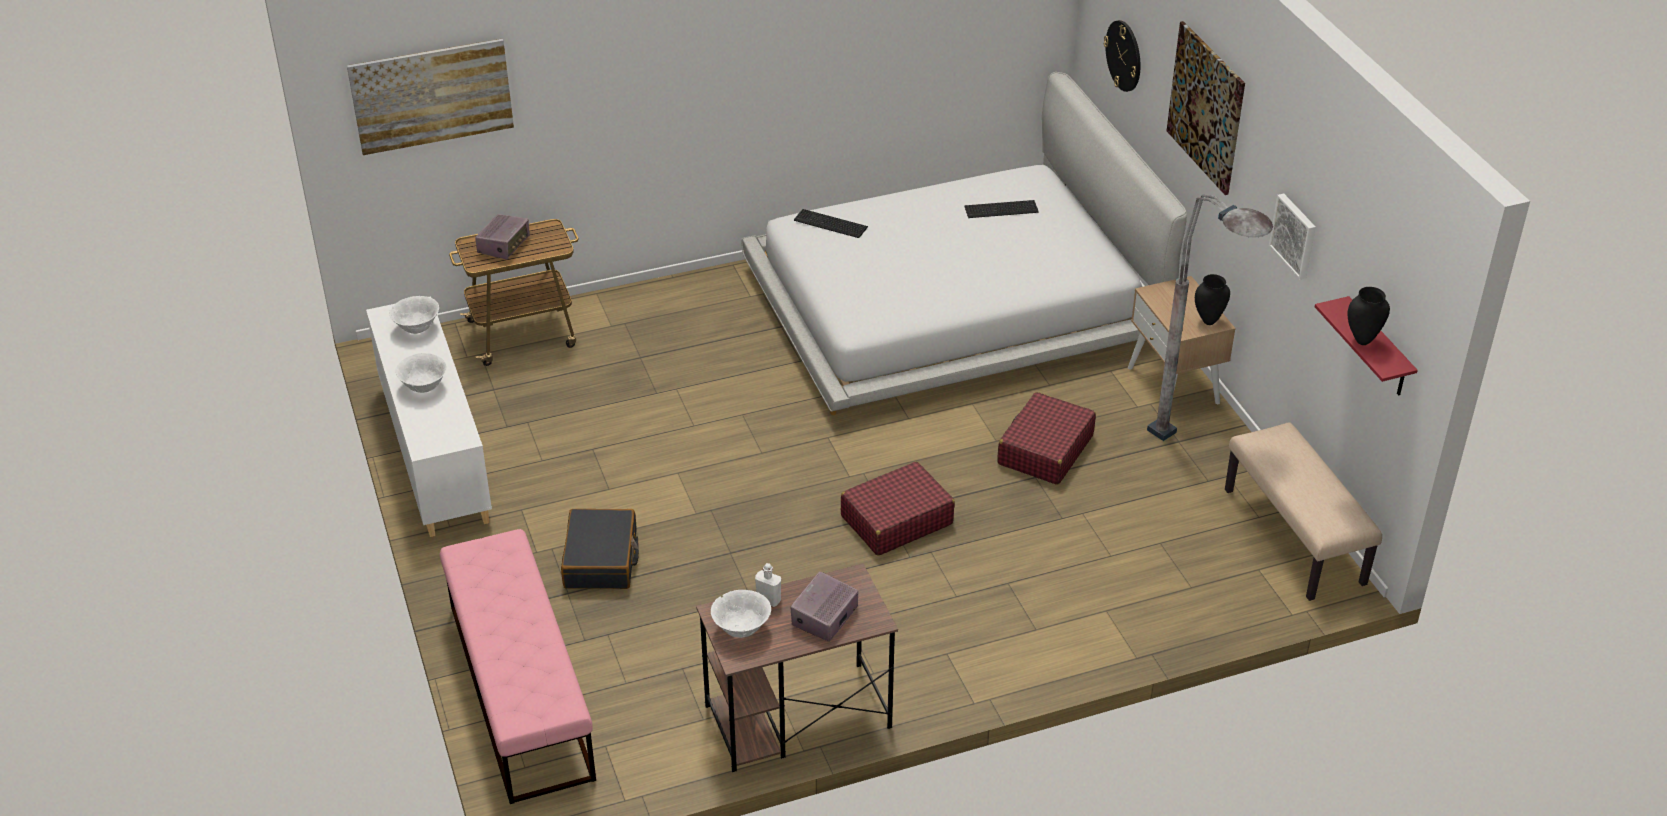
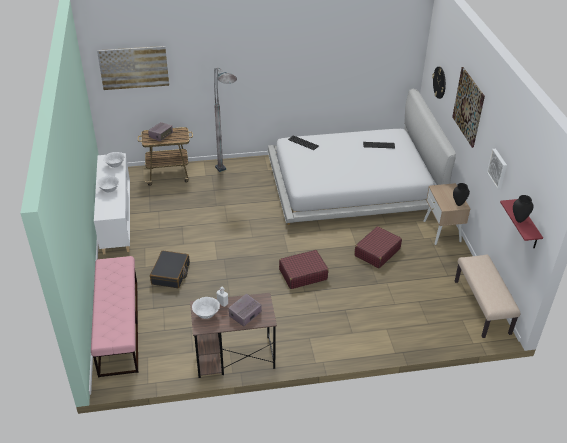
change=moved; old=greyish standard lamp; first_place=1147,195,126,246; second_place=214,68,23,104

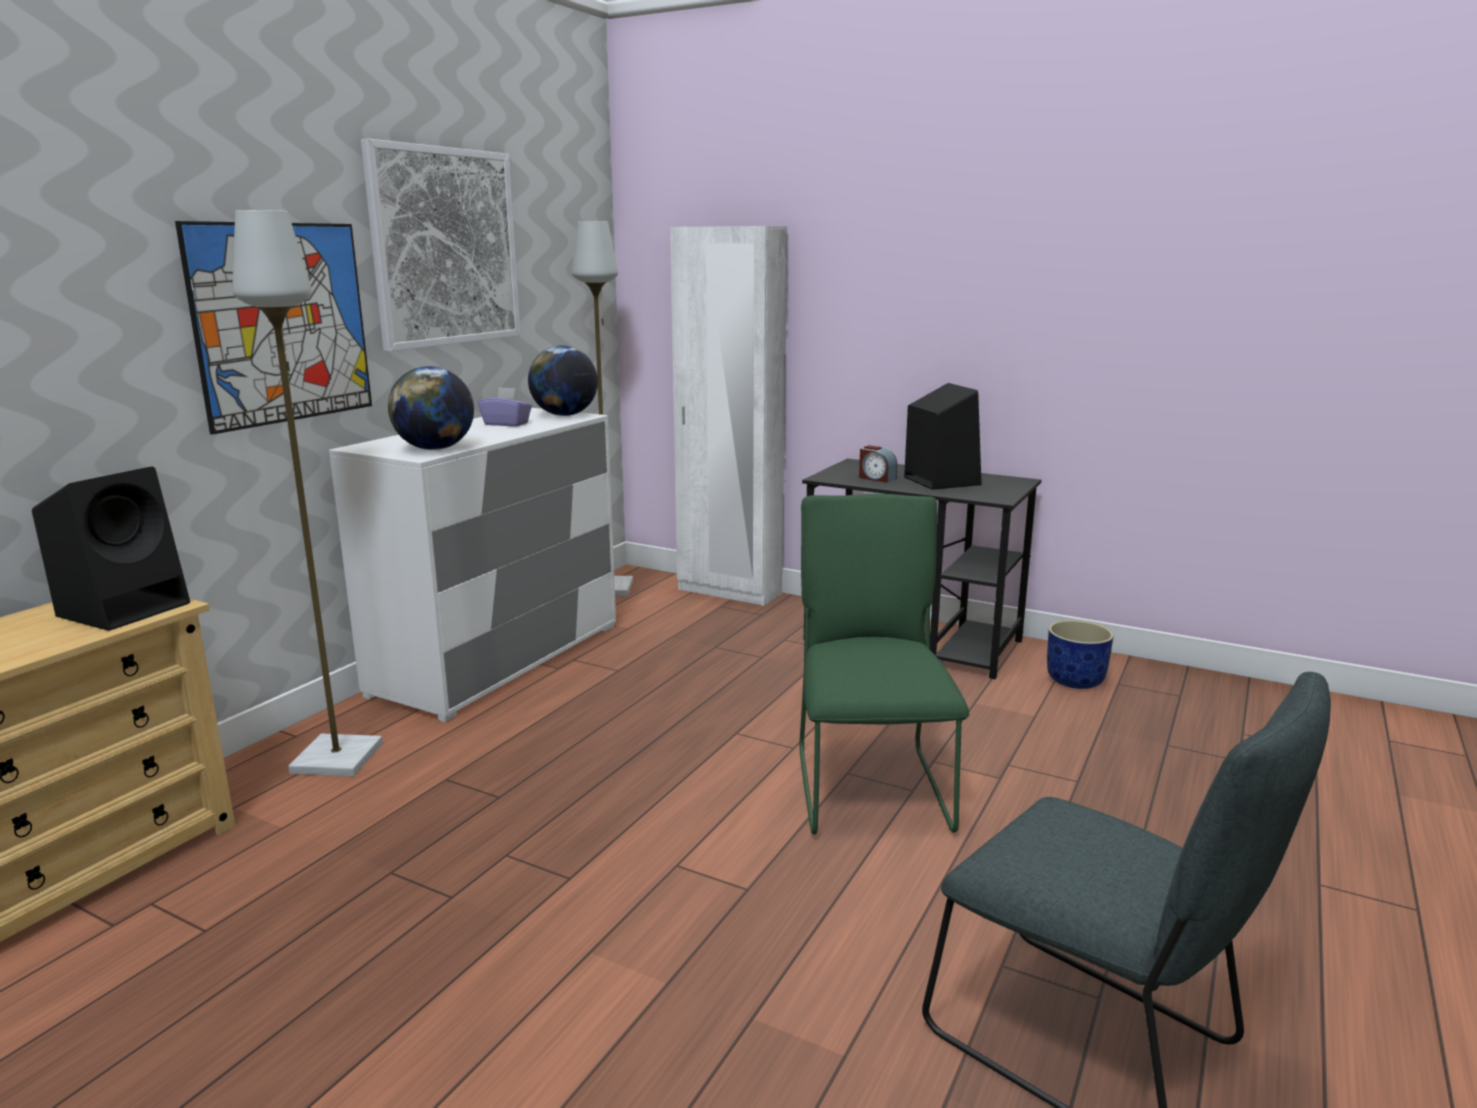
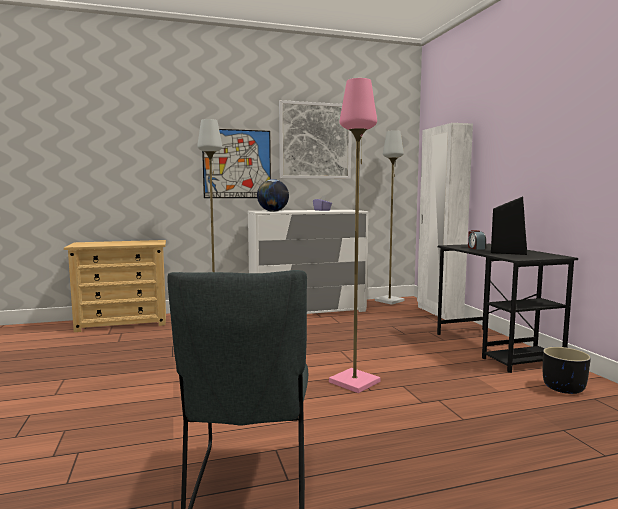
change=removed; old=black speaker; first_place=32,466,158,165
change=removed; old=world globe; first_place=528,346,70,70
change=replaced; old=green chair; new=pink-coloured standard lamp; first_place=800,494,169,341; second_place=329,78,51,315
change=recoloured; old=blue flower pot; new=black flower pot; first_place=1047,620,67,69; second_place=543,347,48,47

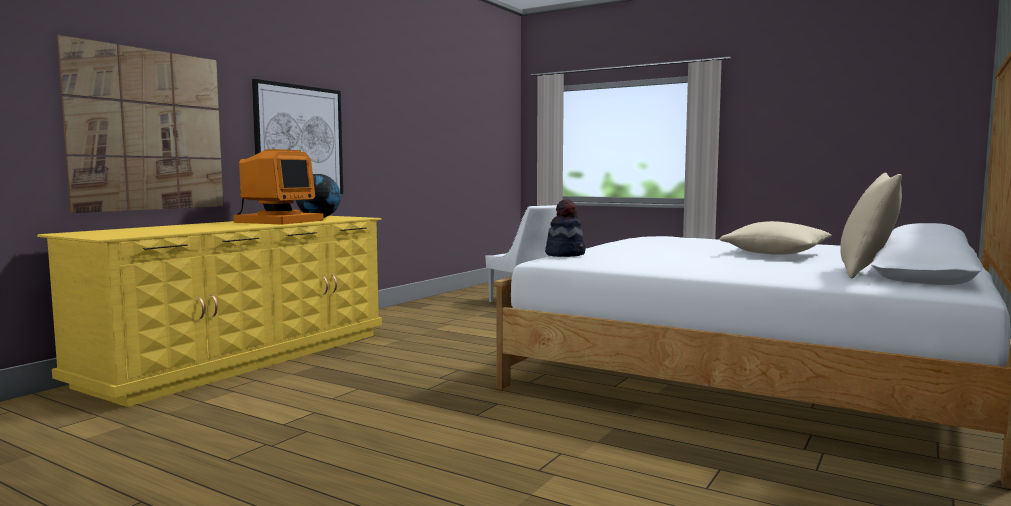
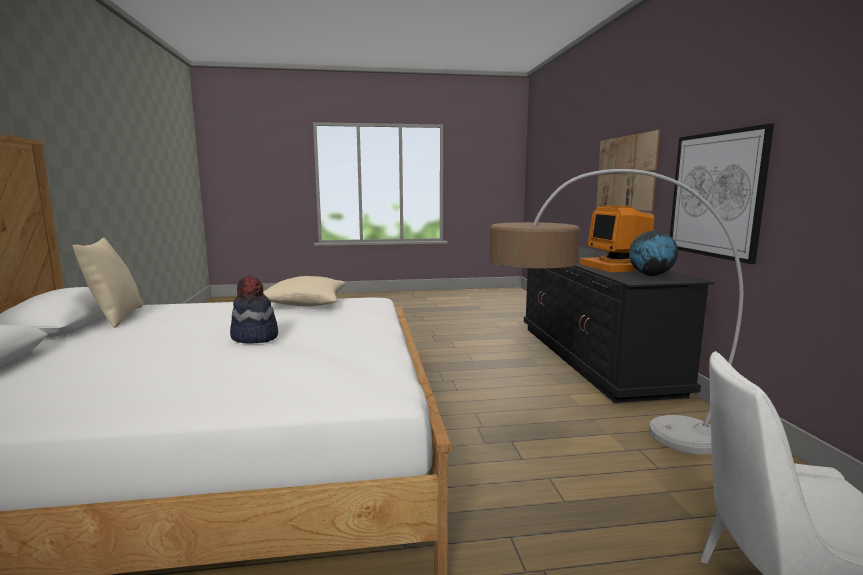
change=recoloured; old=yellow-coloured drawer chest; new=black drawer chest; first_place=37,216,345,191; second_place=524,247,191,156
change=moved; old=hat; first_place=545,199,40,58; second_place=230,276,48,67
change=moved; old=beige pillow; first_place=720,221,112,34; second_place=263,276,83,30
change=added; new=standard lamp; second_place=489,169,254,286

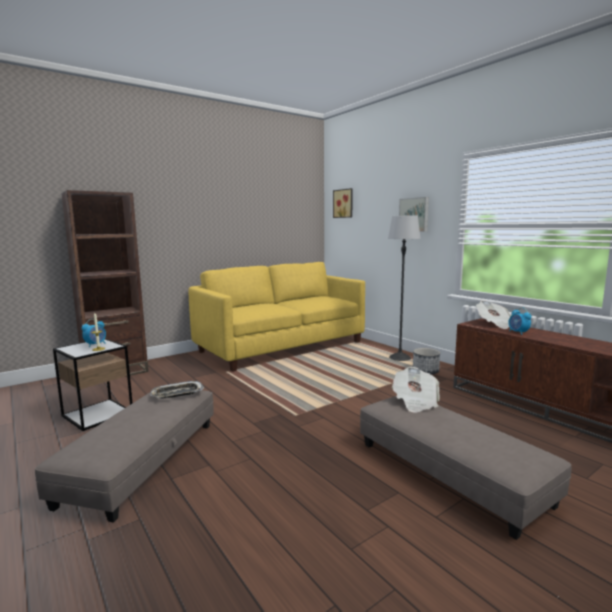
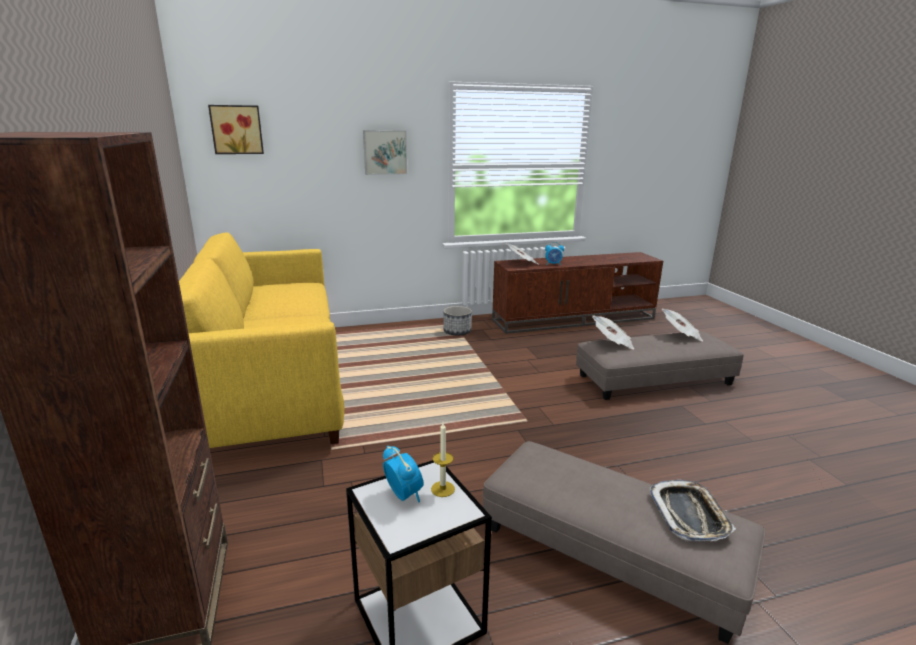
change=moved; old=carrying tray; first_place=150,381,54,18; second_place=649,480,87,61
change=removed; old=standard lamp; first_place=388,216,33,145
change=added; new=printed paper; second_place=662,308,41,33

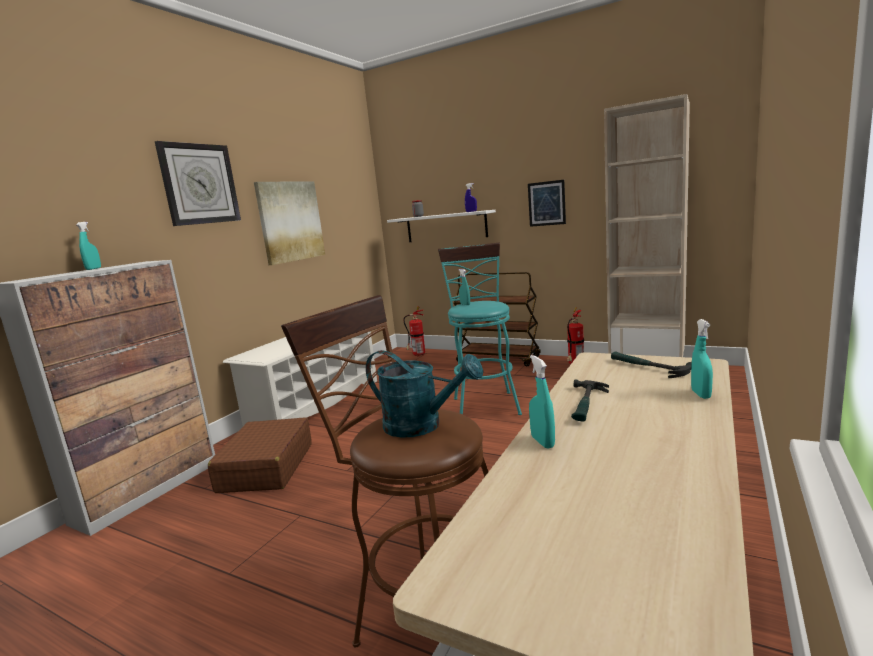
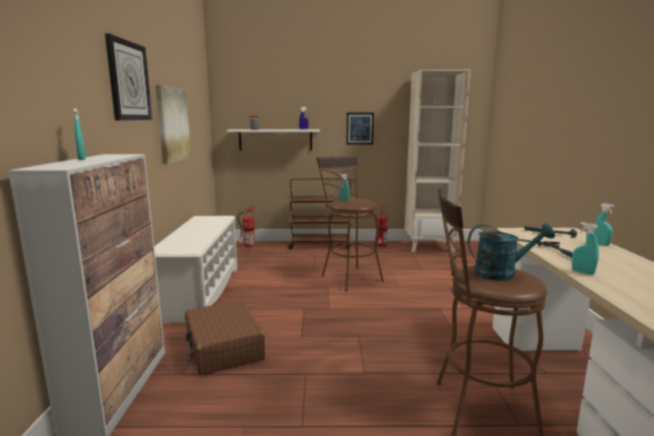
change=recoloured; old=turquoise-coloured stool seat; new=brownish stool seat; first_place=438,242,84,173; second_place=317,155,67,136

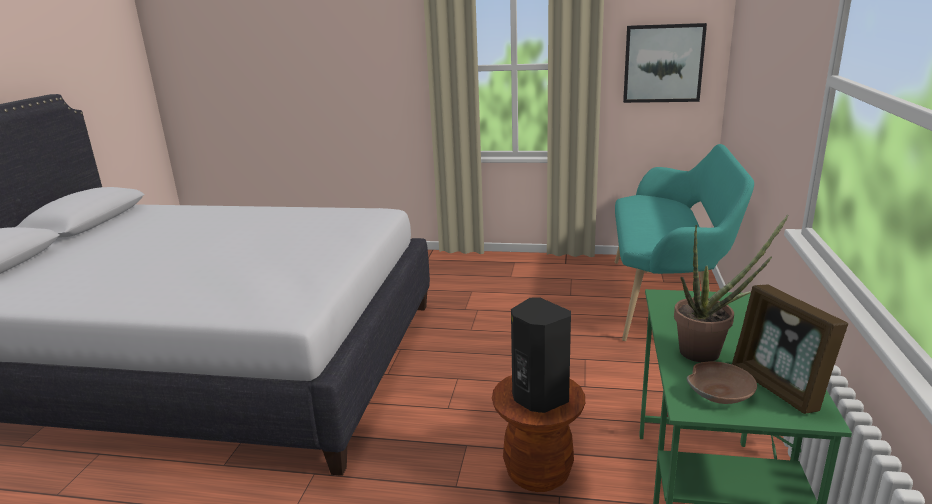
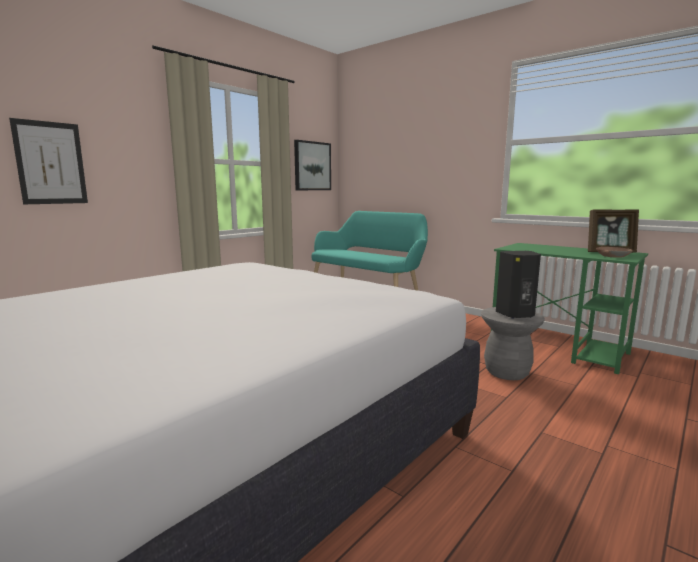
change=recoloured; old=brownish stool seat; new=greyish stool seat; first_place=492,375,93,117; second_place=481,307,64,73
change=removed; old=houseplant; first_place=674,214,114,148
change=added; new=wall art; second_place=9,118,79,86

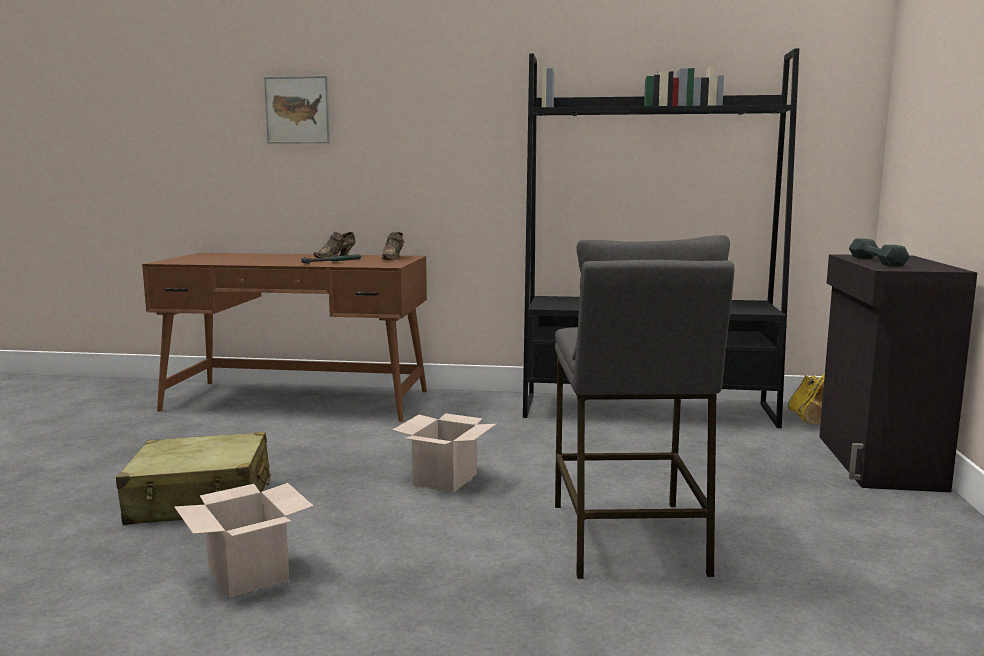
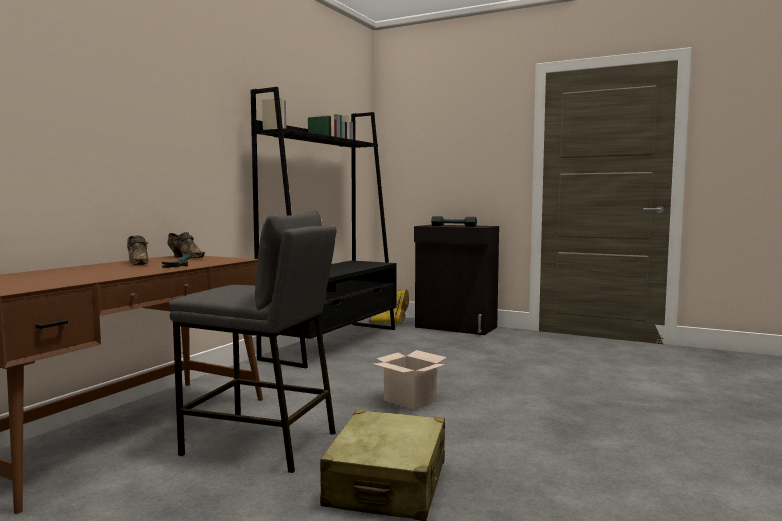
change=removed; old=cardboard box; first_place=174,483,139,115
change=removed; old=wall art; first_place=264,76,66,68
change=moved; old=greyish stool seat; first_place=555,235,180,344; second_place=169,210,168,263

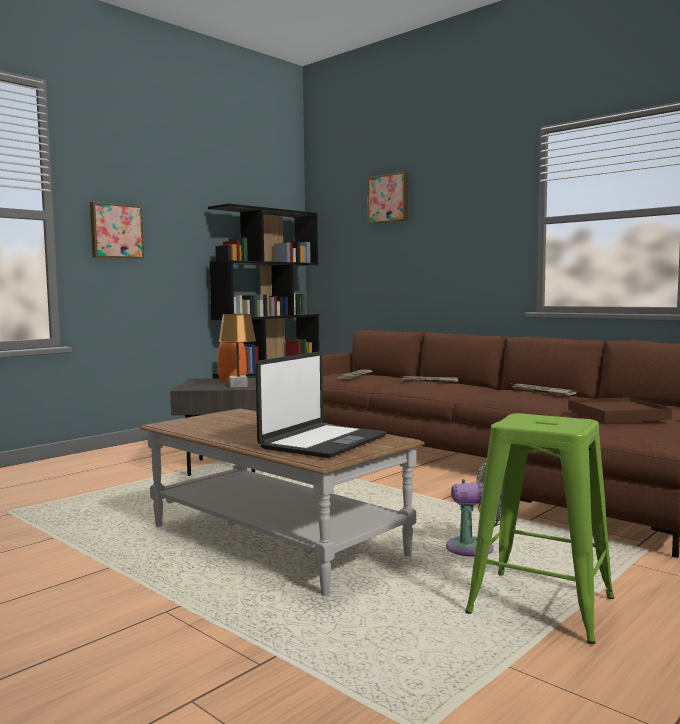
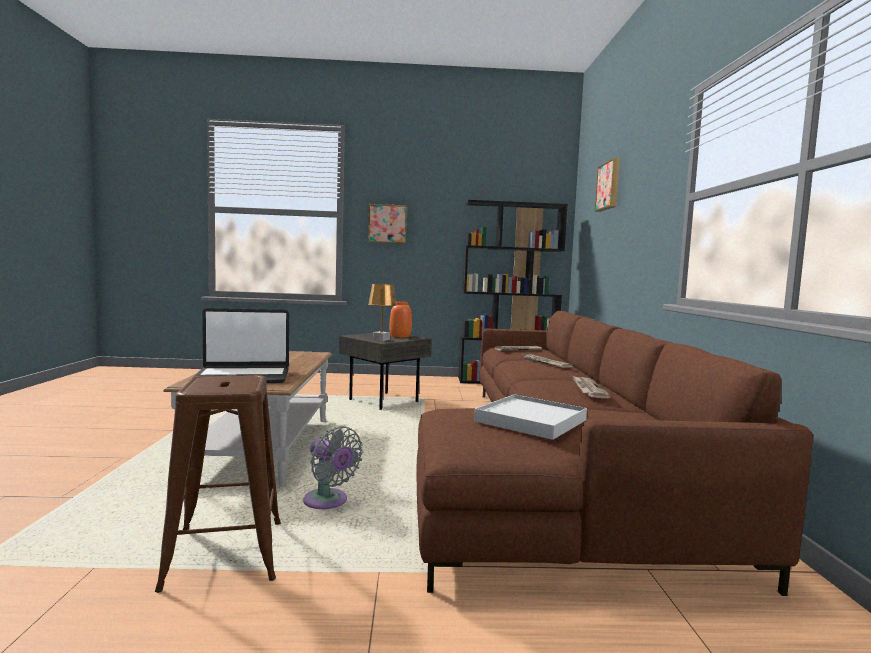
change=recoloured; old=green stool seat; new=brownish stool seat; first_place=465,413,149,231; second_place=155,375,126,218
change=recoloured; old=brownish carrying tray; new=white carrying tray; first_place=568,397,104,26; second_place=474,394,113,46

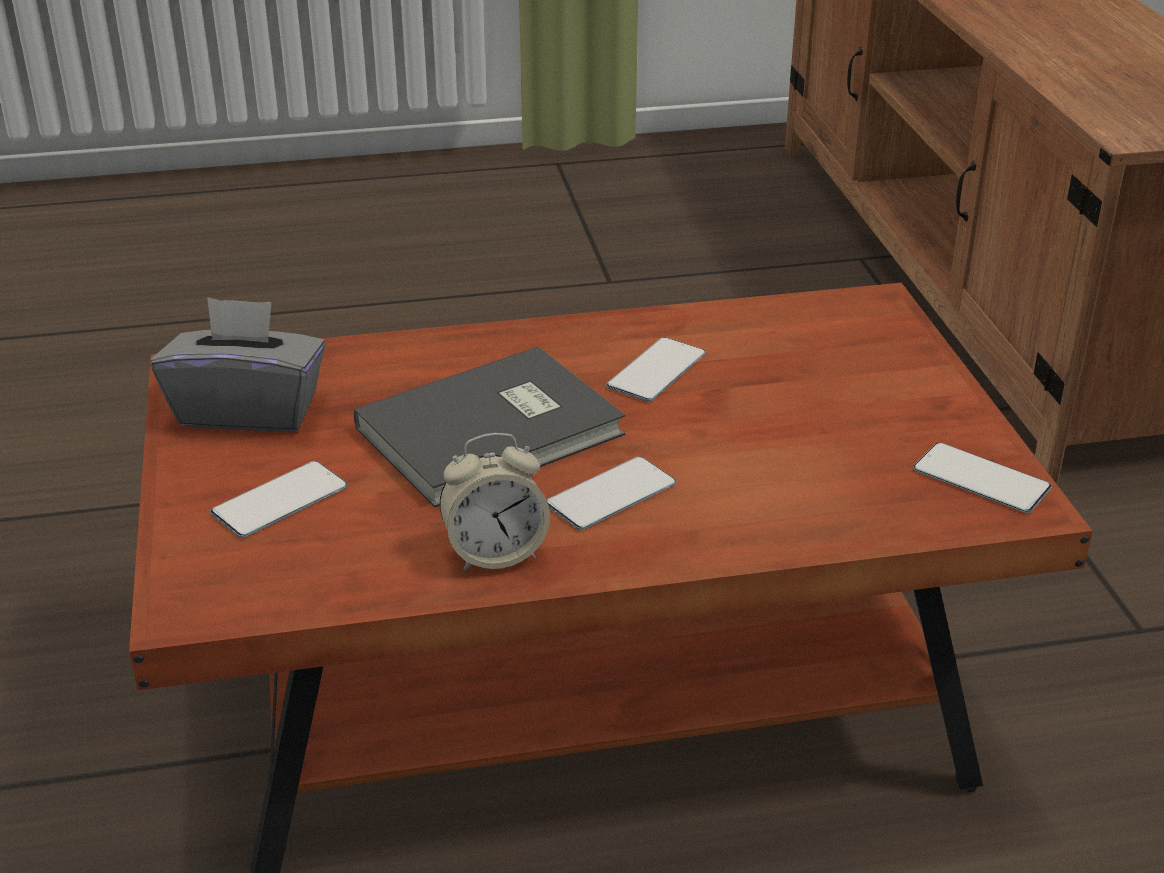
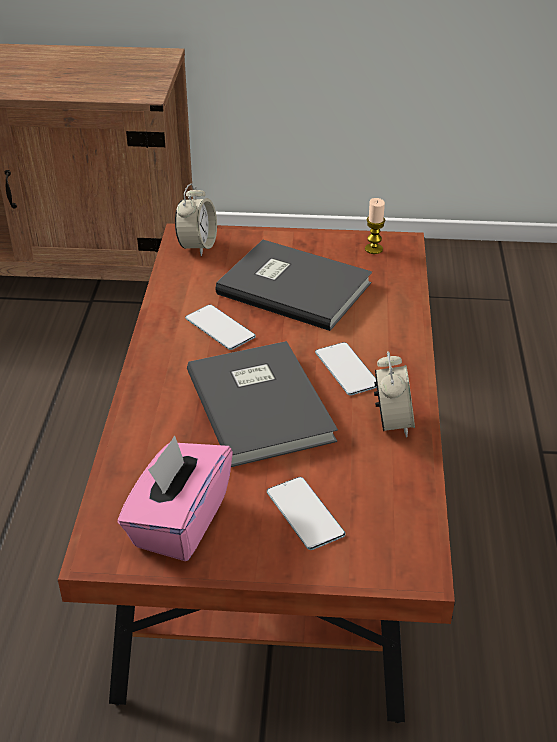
change=recoloured; old=greyish box of tissues; new=pink-coloured box of tissues; first_place=151,297,175,135; second_place=118,435,115,126
change=replaced; old=handset; new=candle; first_place=914,443,138,70; second_place=365,198,21,56
change=added; new=bedside clock; second_place=175,183,42,73
change=added; new=greyish volume; second_place=216,240,156,91

